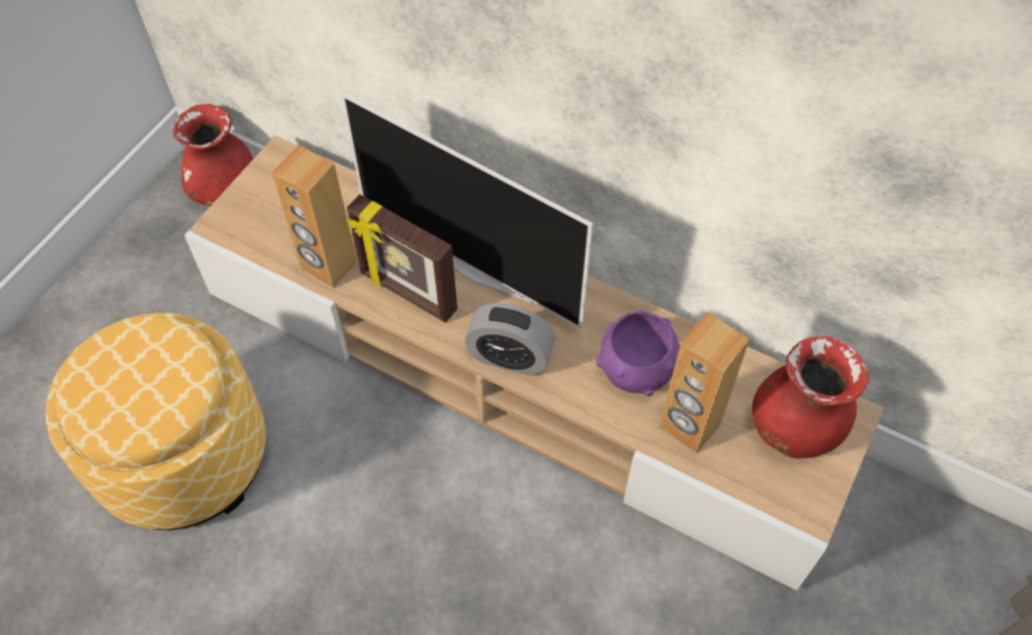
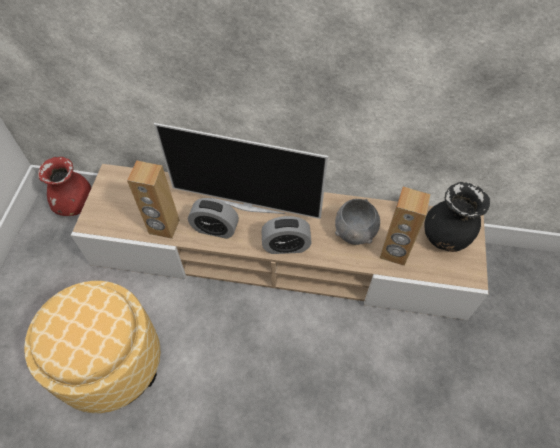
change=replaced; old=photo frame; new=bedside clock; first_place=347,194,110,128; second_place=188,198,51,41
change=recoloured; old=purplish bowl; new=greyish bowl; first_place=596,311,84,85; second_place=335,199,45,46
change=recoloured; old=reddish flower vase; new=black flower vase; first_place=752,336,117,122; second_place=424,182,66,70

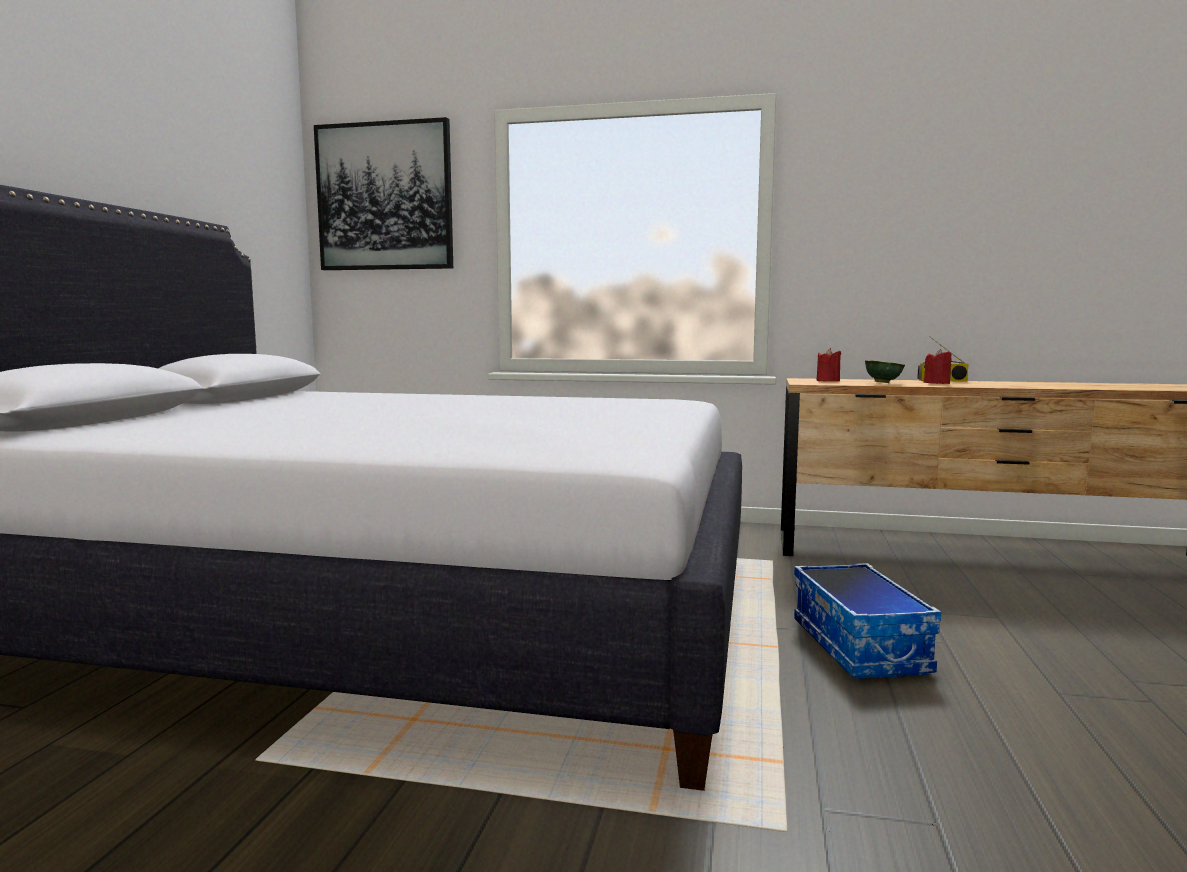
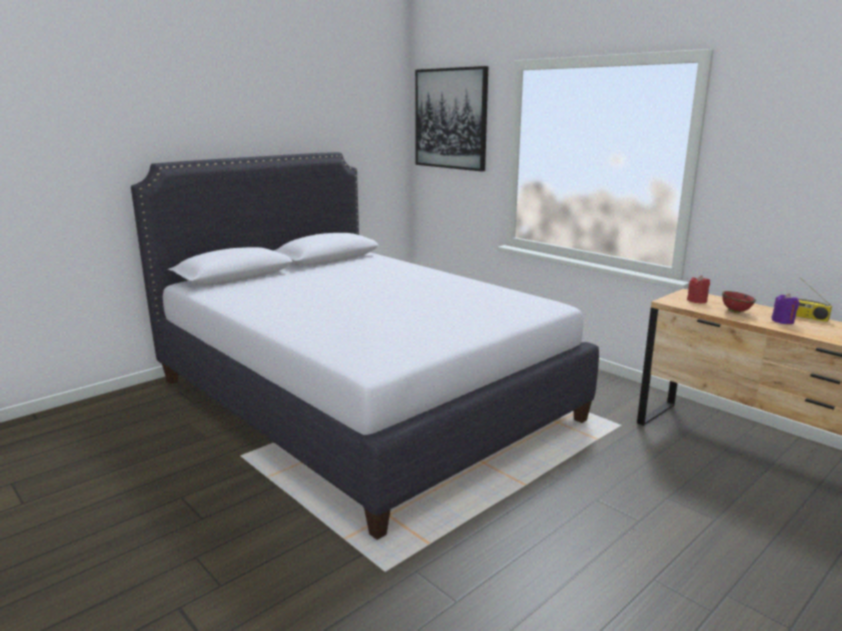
change=removed; old=storage box; first_place=794,563,147,116
change=recoloured; old=green bowl; new=reddish bowl; first_place=865,360,40,23; second_place=722,291,34,22
change=recoloured; old=reddish candle; new=purplish candle; first_place=924,349,28,35; second_place=771,293,29,31

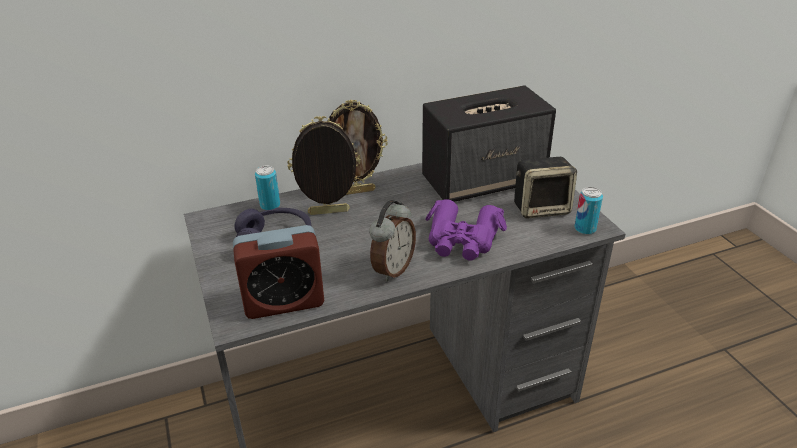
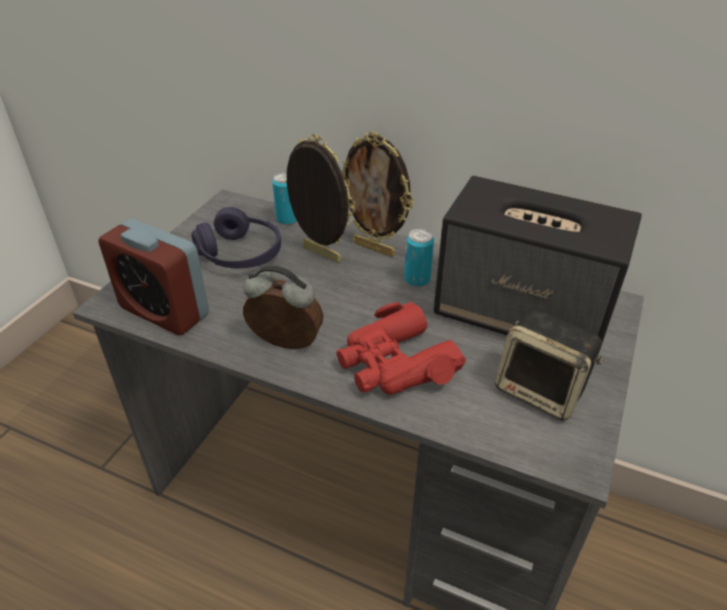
change=turned; old=bedside clock; first_place=369,200,47,82; second_place=243,265,80,84; degrees=-150
change=recoloured; old=purplish pair of binoculars; new=reddish pair of binoculars; first_place=425,199,82,61; second_place=336,302,130,93
change=moved; old=metal can; first_place=574,187,29,48; second_place=404,229,30,58

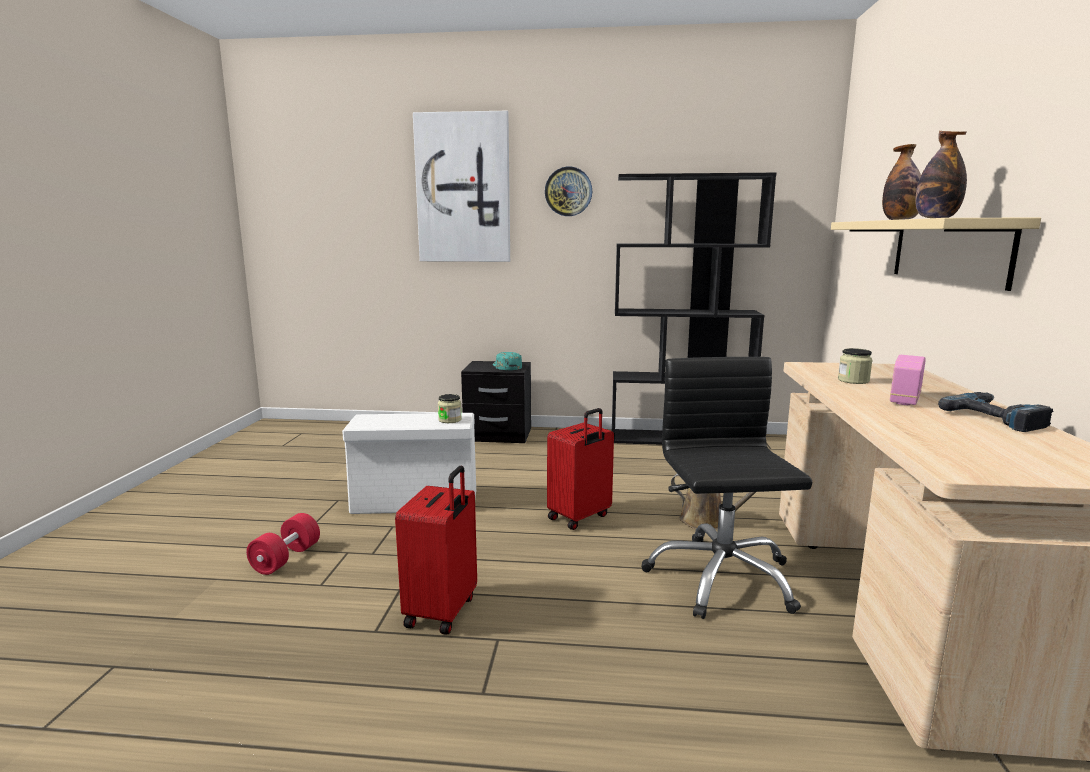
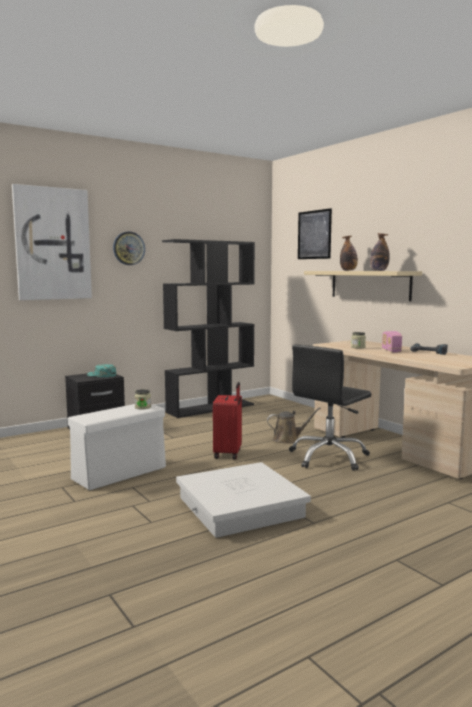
change=removed; old=reddish dumbbell; first_place=246,513,74,62
change=replaced; old=reddish suitcase; new=white storage box; first_place=395,466,82,169; second_place=176,462,135,76
change=turned; old=black computer chair; first_place=641,357,171,262; second_place=289,345,82,126; degrees=-90
change=added; new=wall art; second_place=298,208,34,51

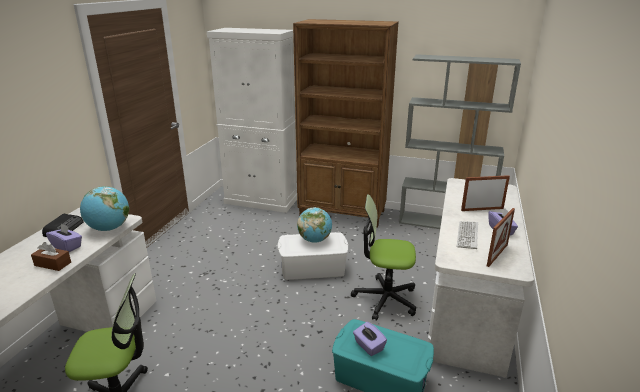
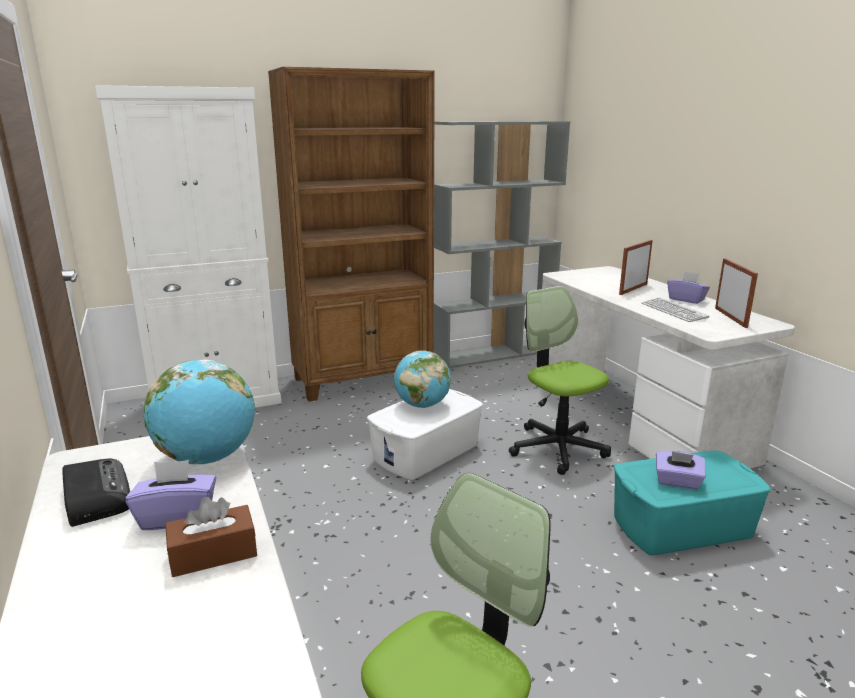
change=turned; old=computer chair; first_place=351,194,65,127; second_place=509,286,102,189; degrees=90

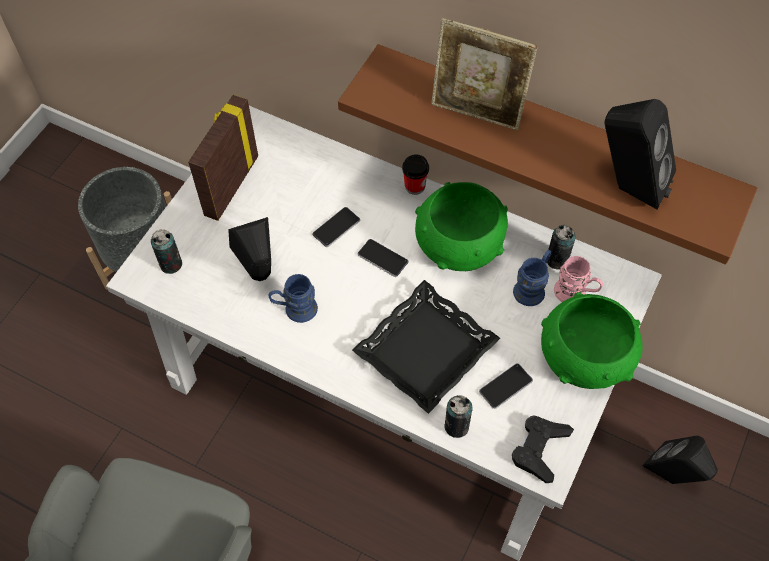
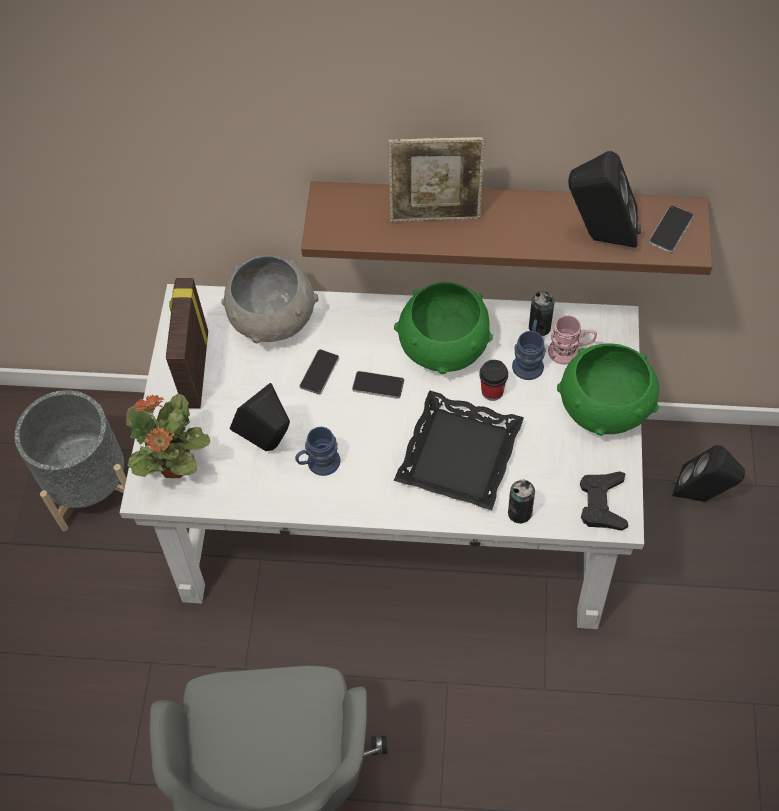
change=replaced; old=metal can; new=houseplant; first_place=151,229,31,45; second_place=126,394,84,84
change=moved; old=small cup; first_place=402,154,27,41; second_place=479,360,29,41
change=moved; old=handset; first_place=479,364,54,45; second_place=649,205,45,47
change=added; new=greyish bowl; second_place=221,255,98,89

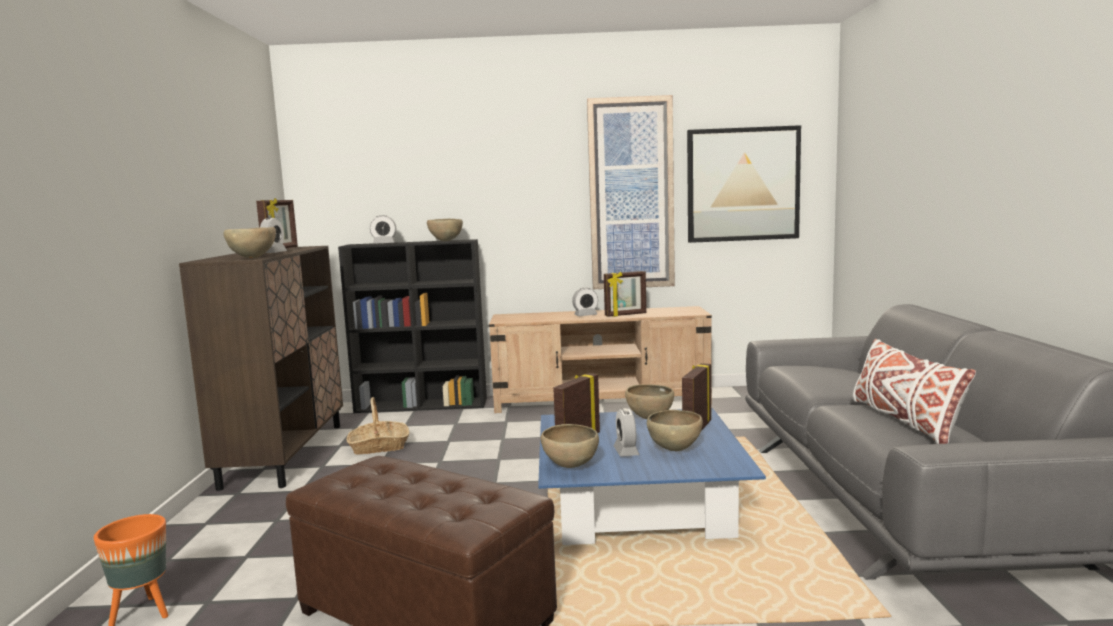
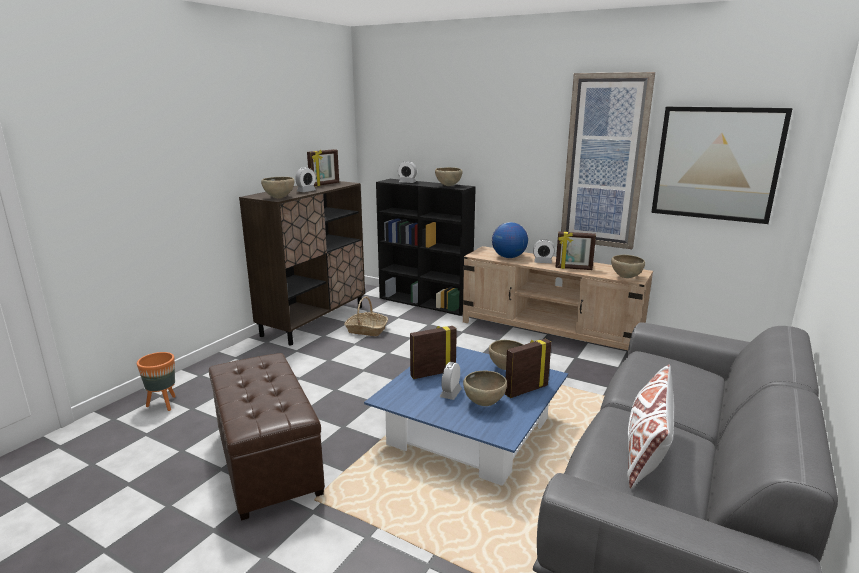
change=moved; old=brownish bowl; first_place=540,424,59,44; second_place=611,255,34,23
change=added; new=world globe; second_place=492,222,36,36

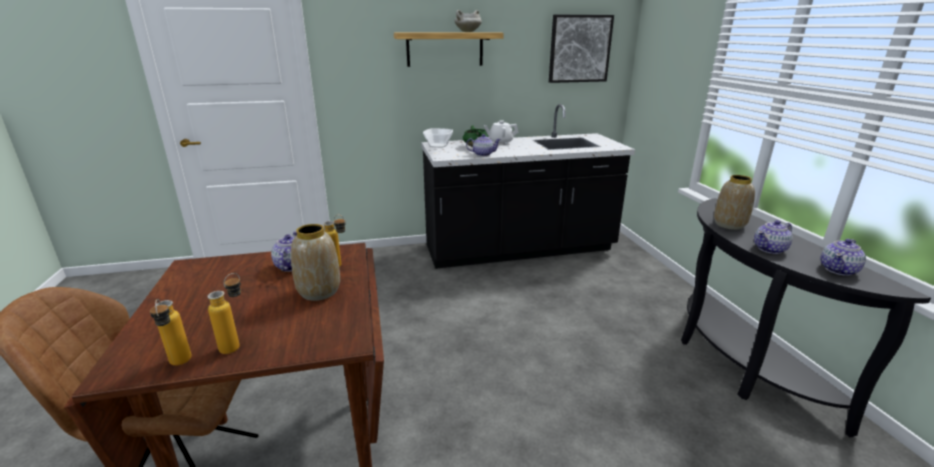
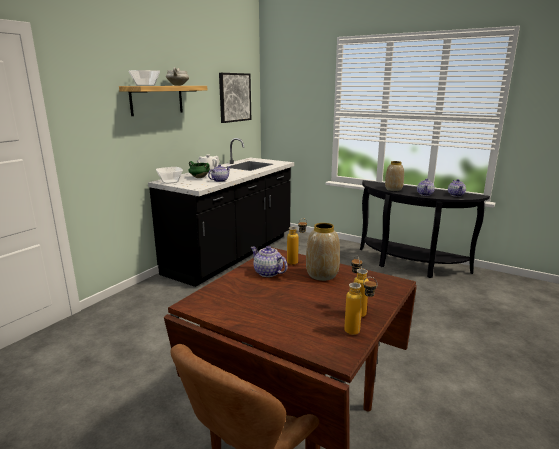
change=added; new=bowl; second_place=129,70,31,16

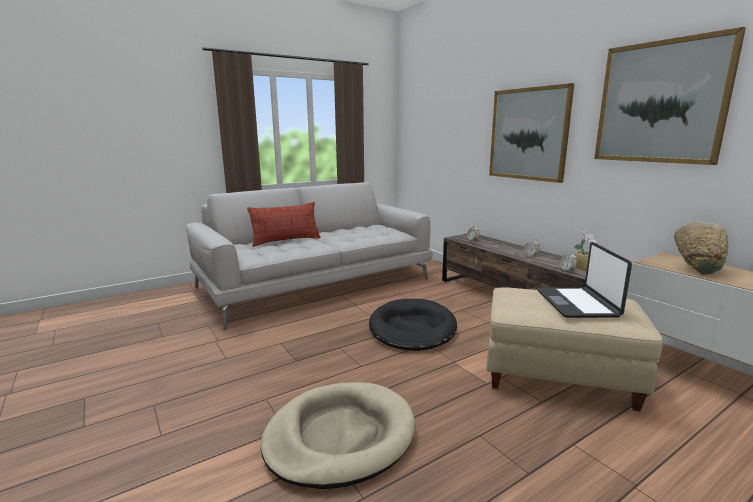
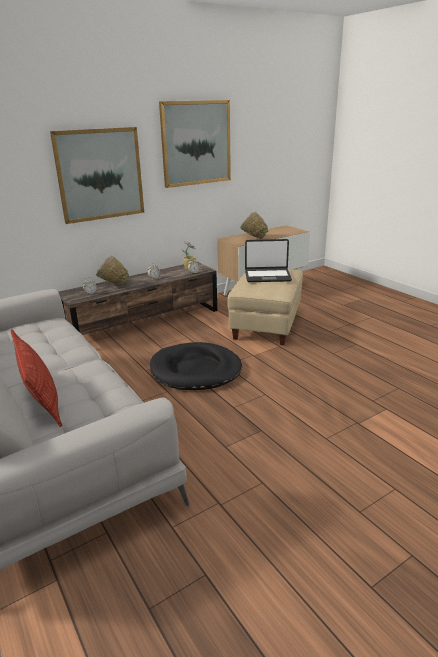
change=removed; old=beige dog cushion; first_place=261,382,154,107
change=added; new=green bowl; second_place=96,256,33,29

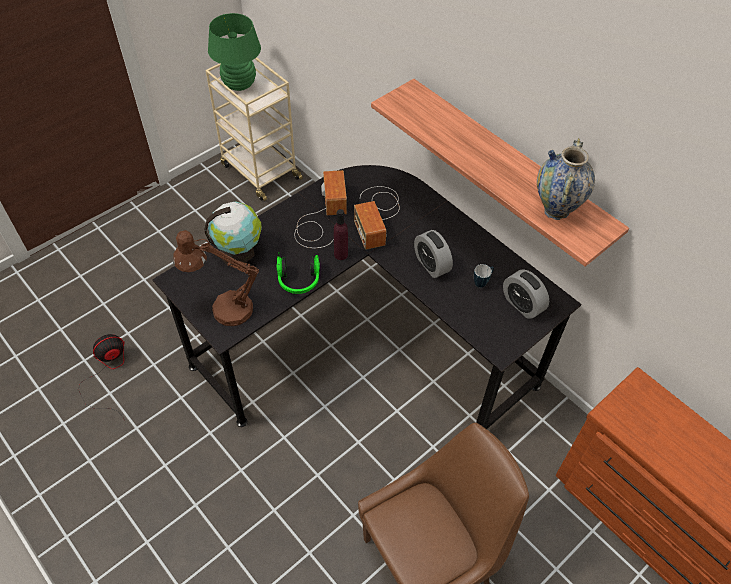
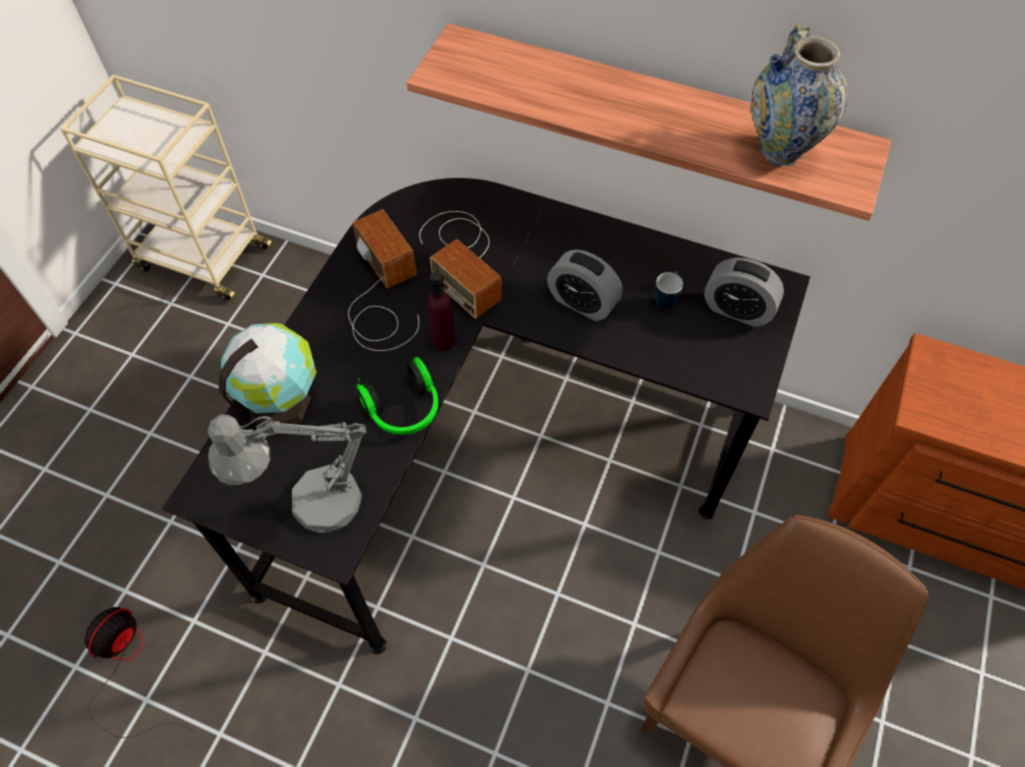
change=recoloured; old=brownish tabletop lamp; new=greyish tabletop lamp; first_place=173,230,86,96; second_place=208,415,158,118
change=removed; old=green tabletop lamp; first_place=208,13,53,78

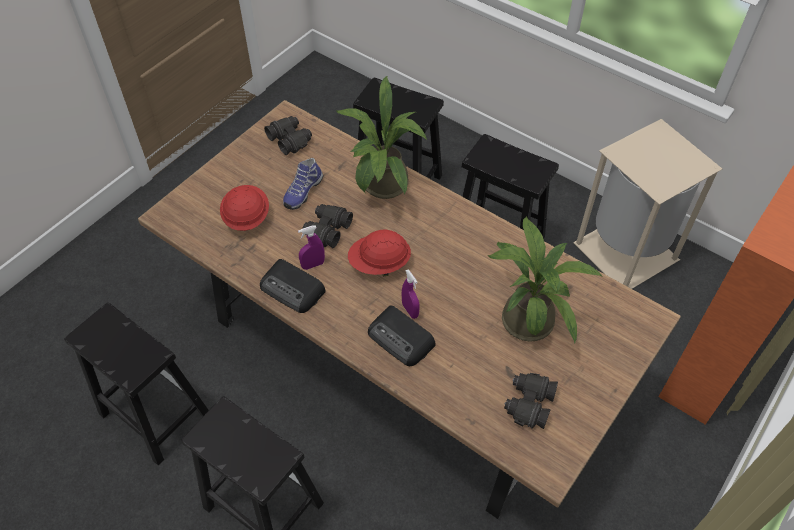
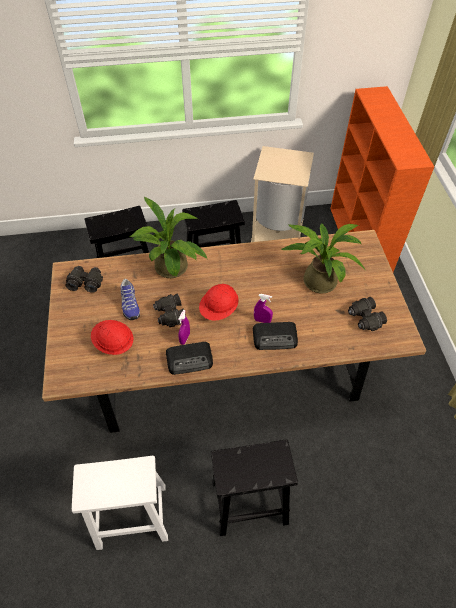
change=recoloured; old=black stool seat; new=white stool seat; first_place=64,303,145,163; second_place=72,456,96,94

